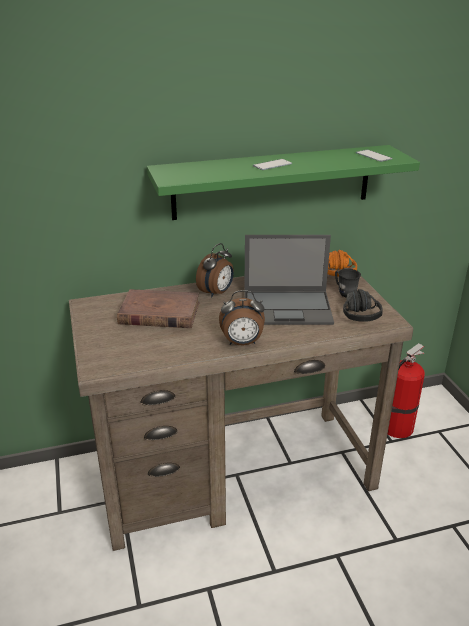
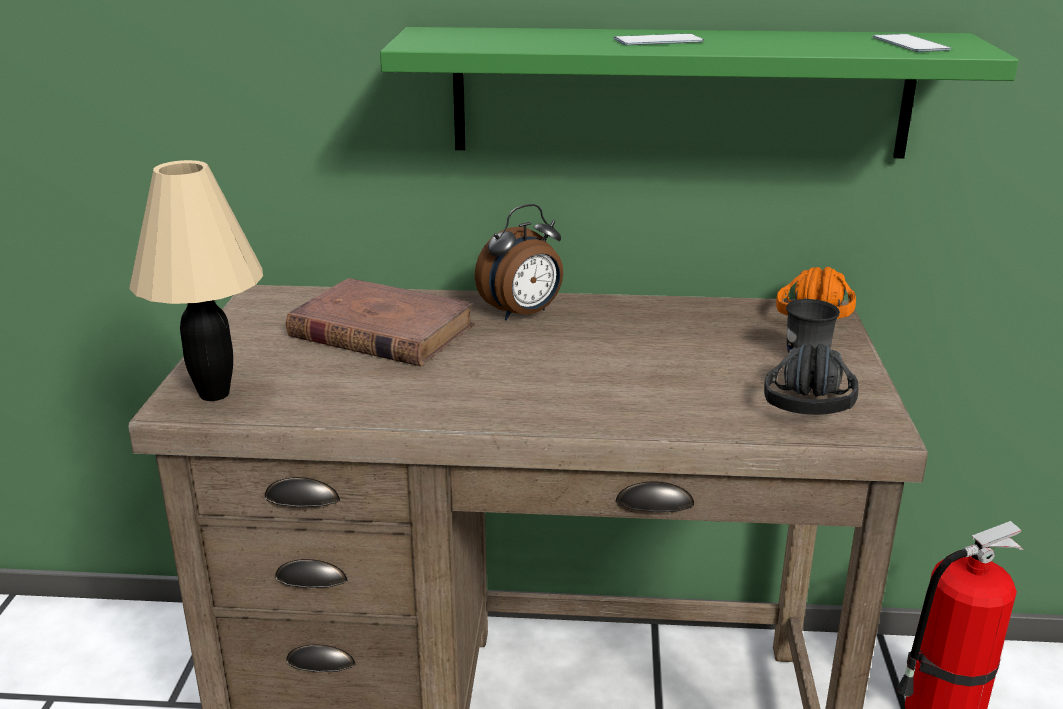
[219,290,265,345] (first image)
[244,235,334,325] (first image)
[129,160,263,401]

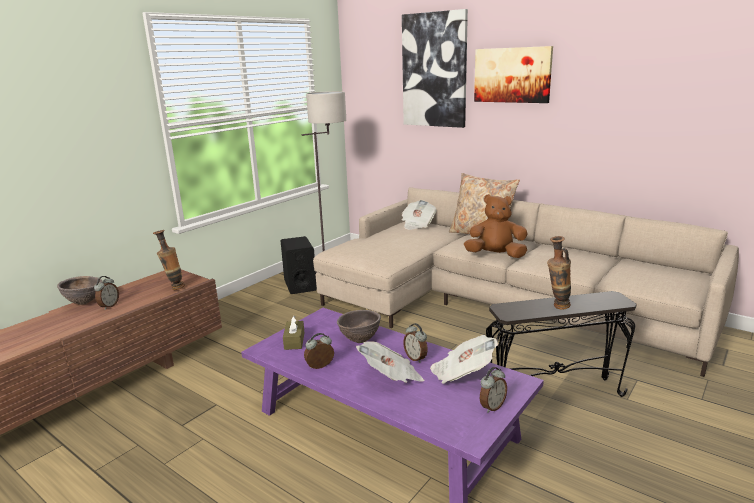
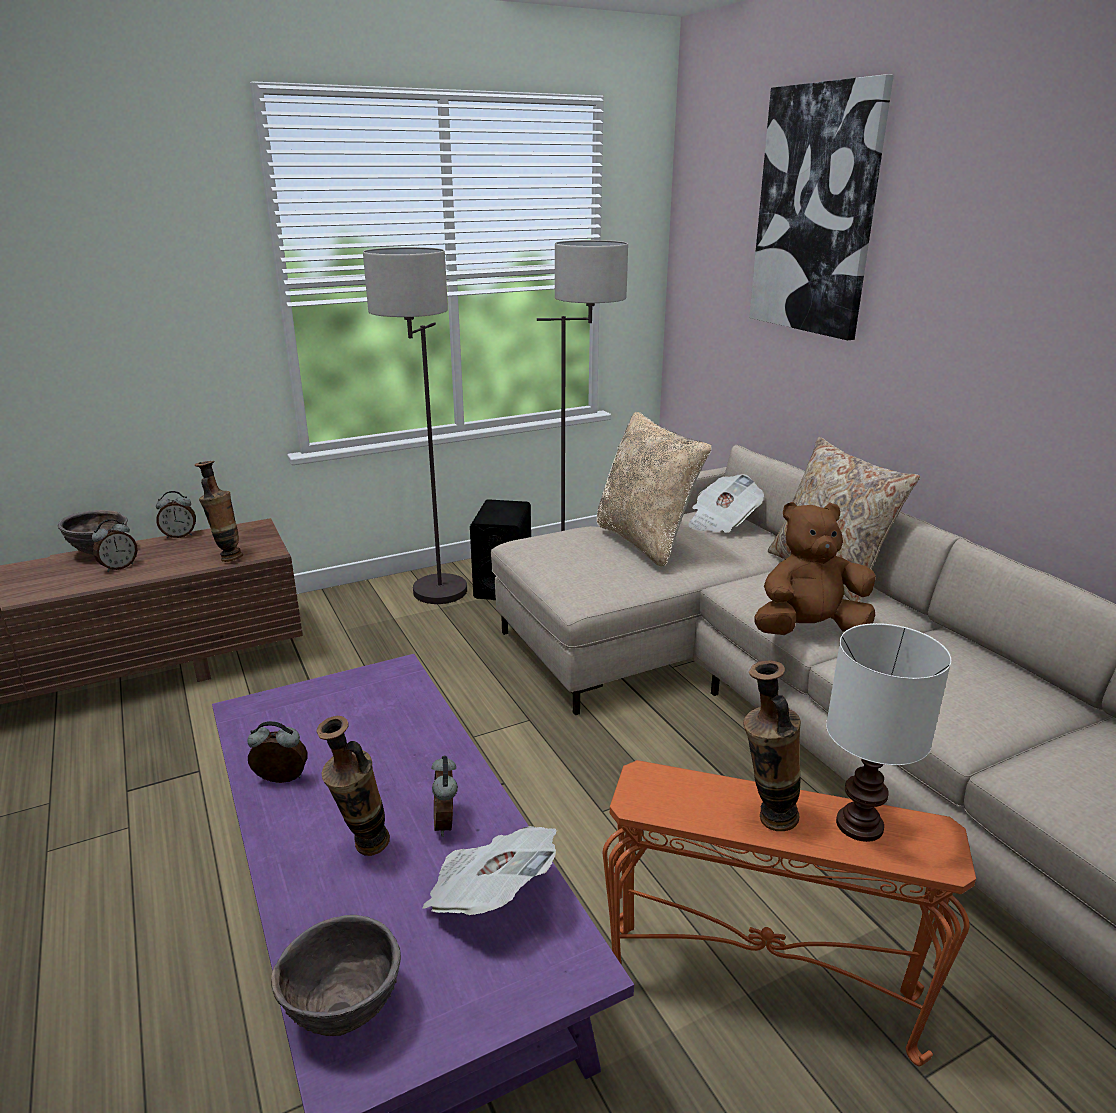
[283,316,304,350] (first image)
[474,46,553,103] (first image)
[363,247,467,604]
[597,412,712,567]
[826,623,951,842]
[271,915,401,1036]
[156,491,196,538]
[316,716,390,856]
[603,760,976,1067]
[754,502,876,635]

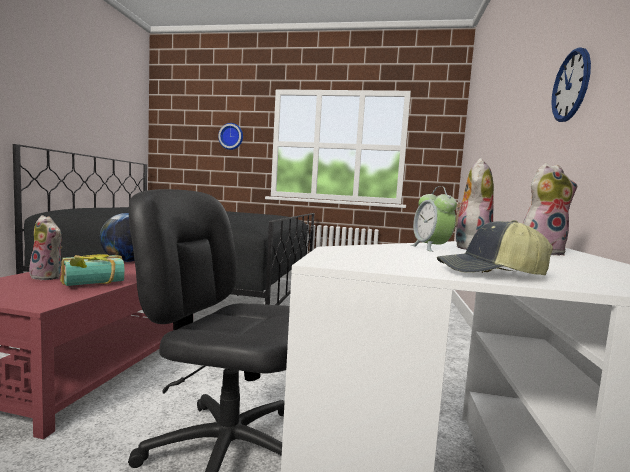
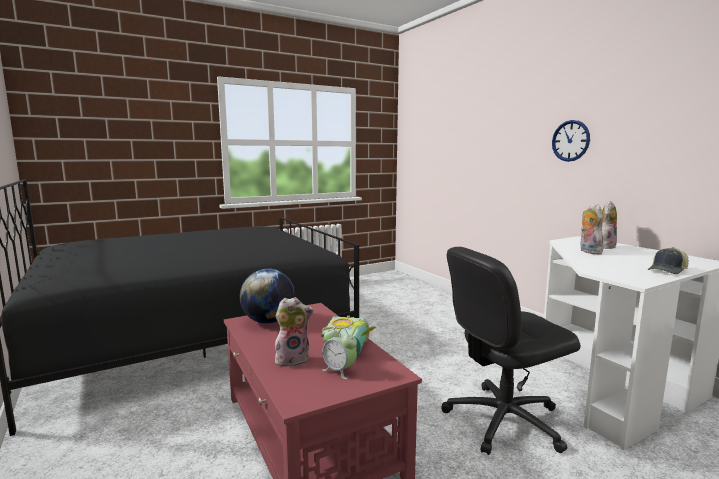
[218,123,243,150] (first image)
[322,326,357,380]

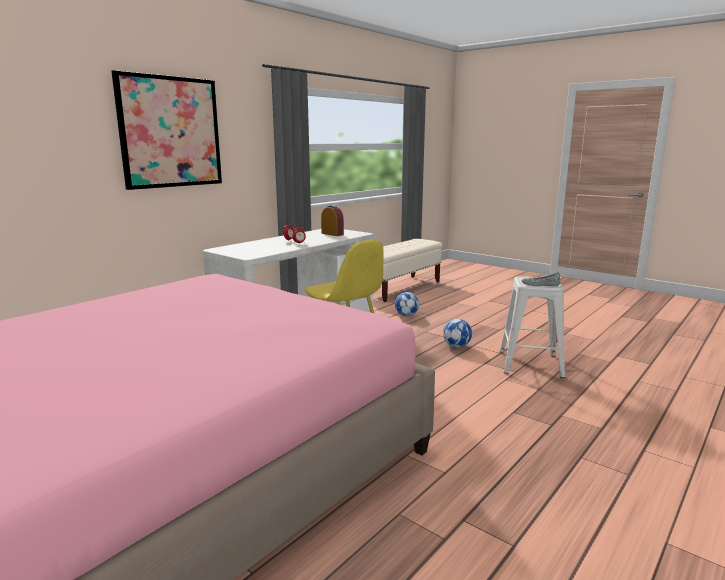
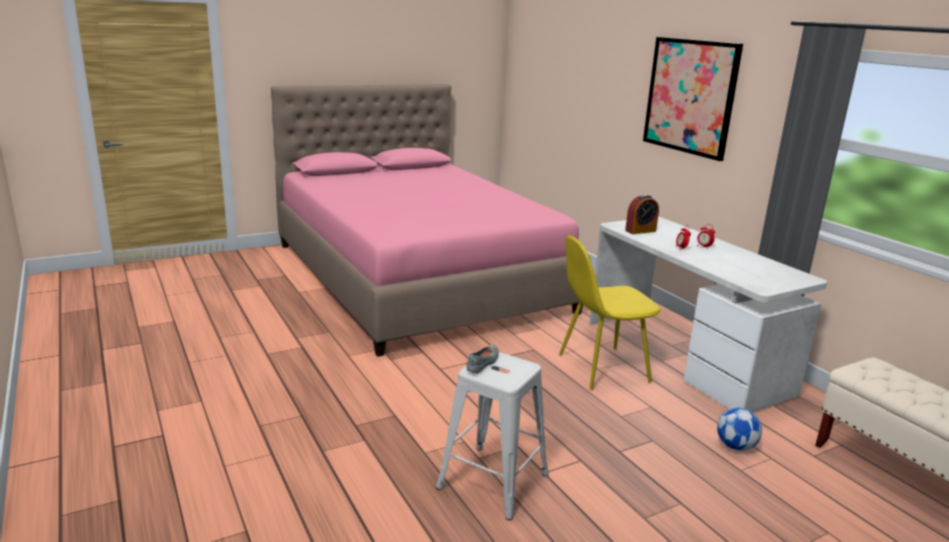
[443,319,472,347] (first image)
[625,194,659,234]

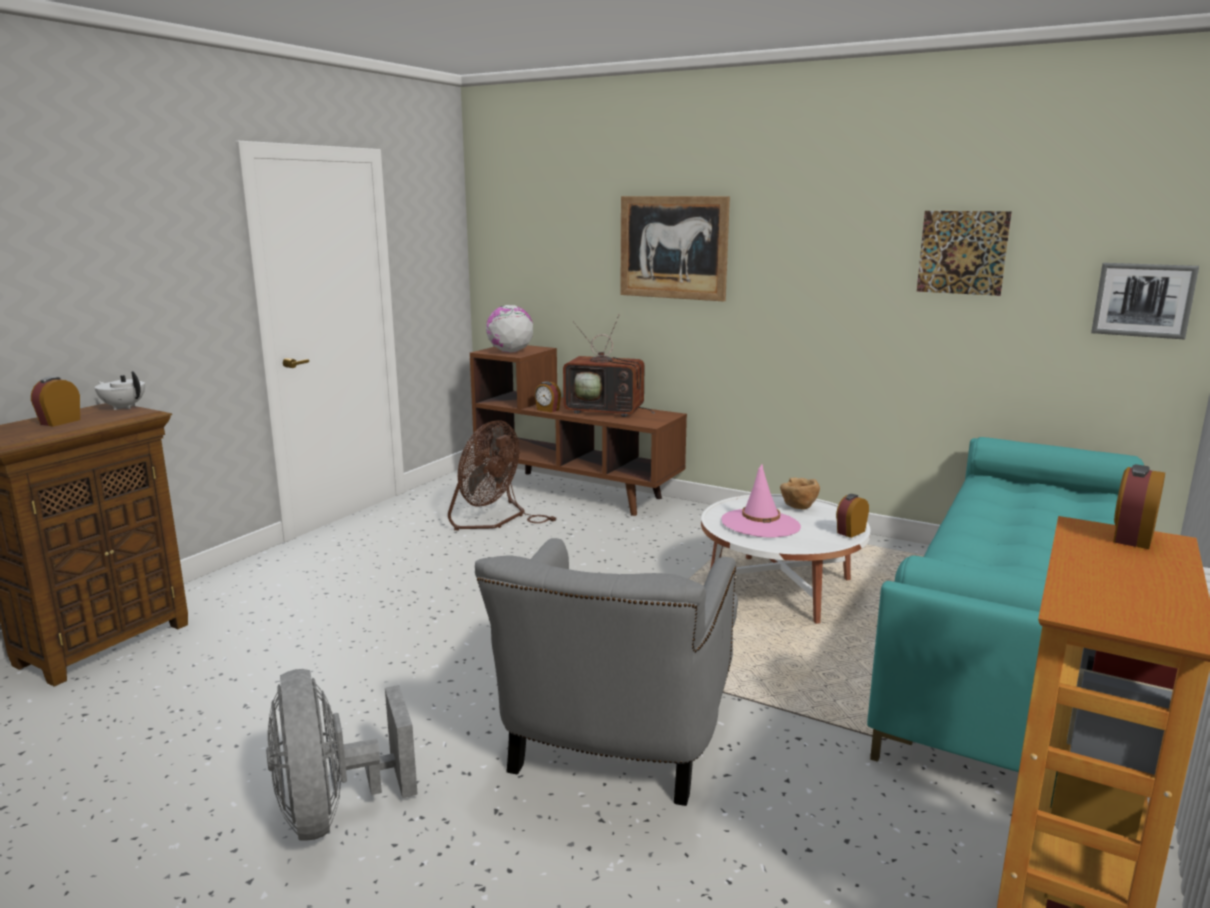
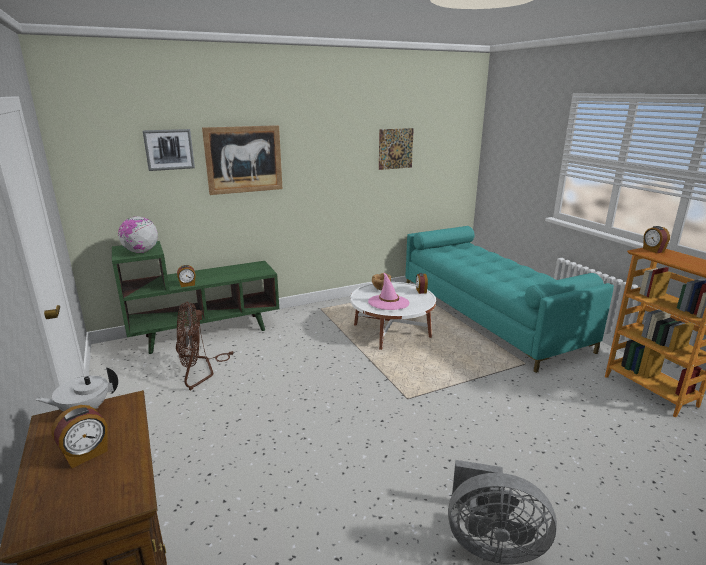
[475,538,738,806] (first image)
[563,315,655,417] (first image)
[142,129,195,171]
[112,241,279,354]
[51,405,108,468]

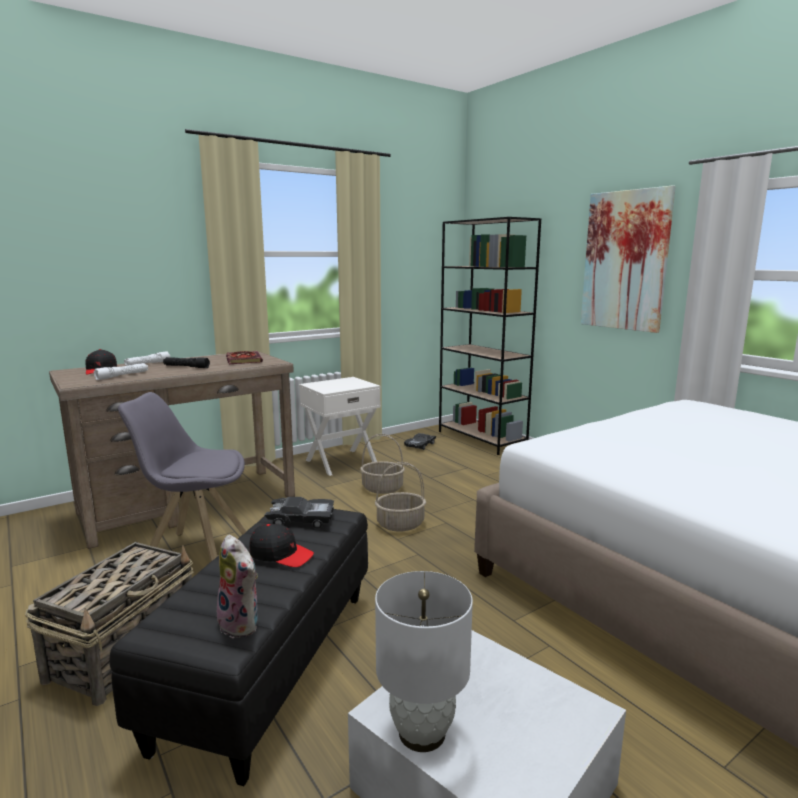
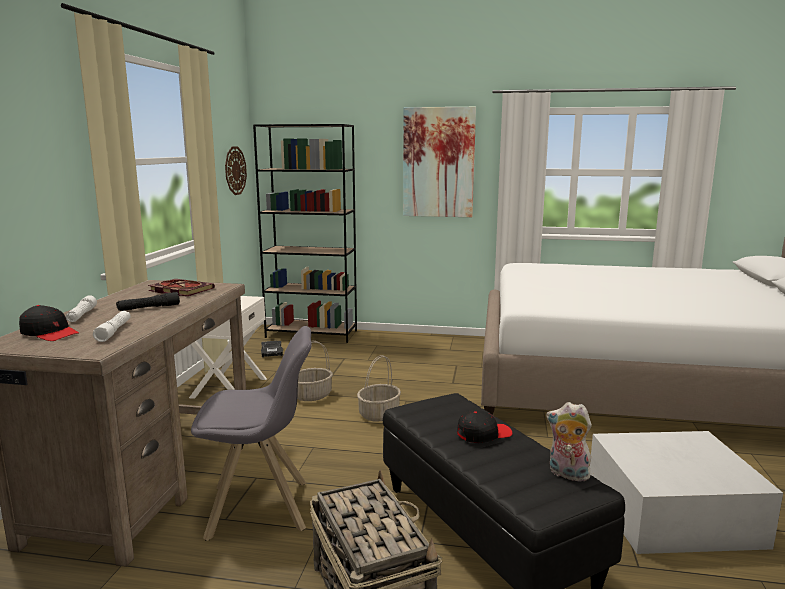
[265,497,334,528] (first image)
[375,571,473,752] (first image)
[225,146,247,195]
[191,326,312,541]
[546,402,593,482]

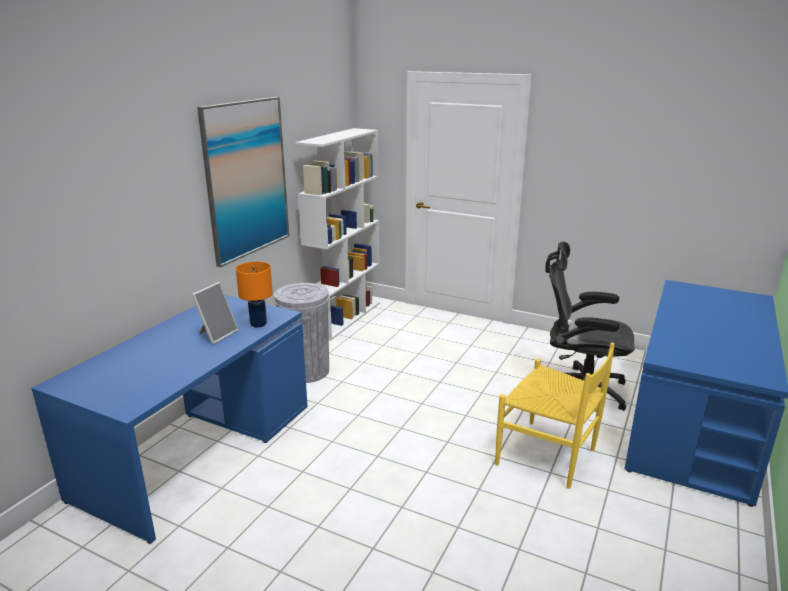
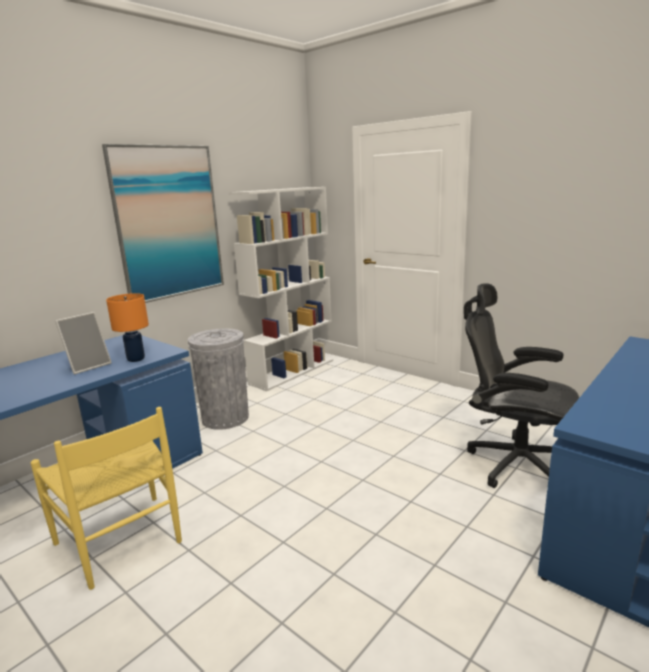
[31,407,182,590]

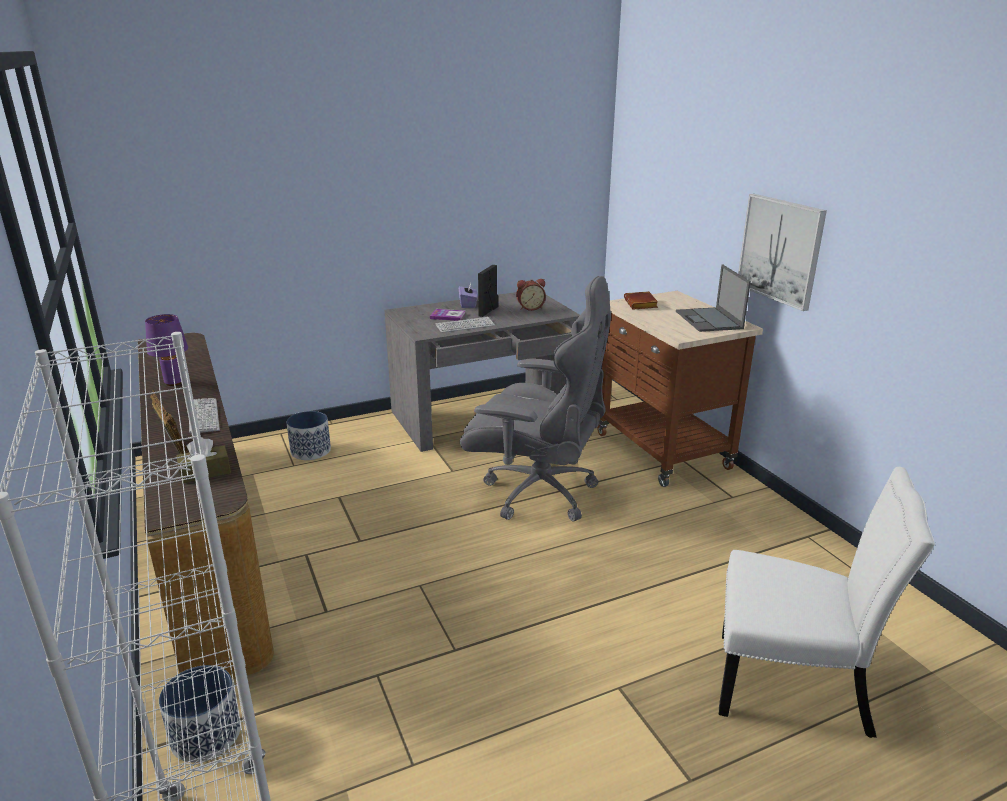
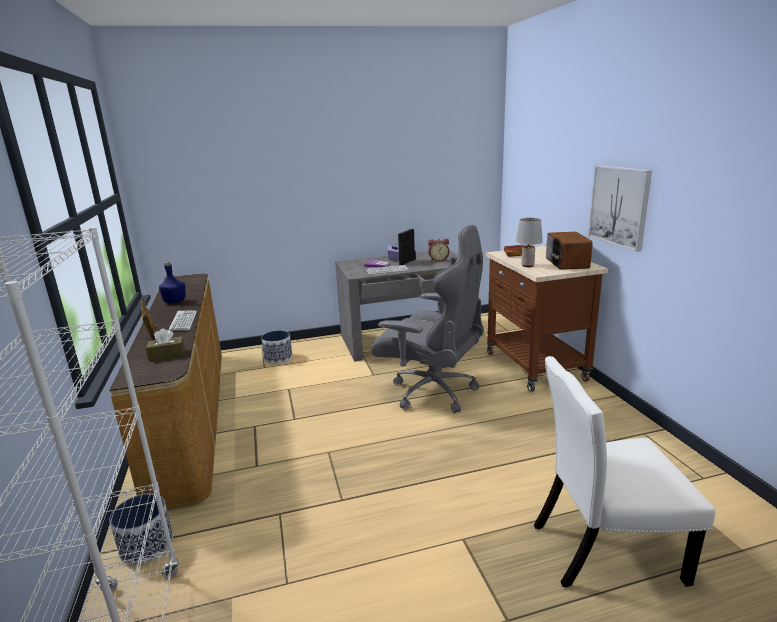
[516,218,543,267]
[159,262,186,303]
[546,232,593,270]
[534,356,716,588]

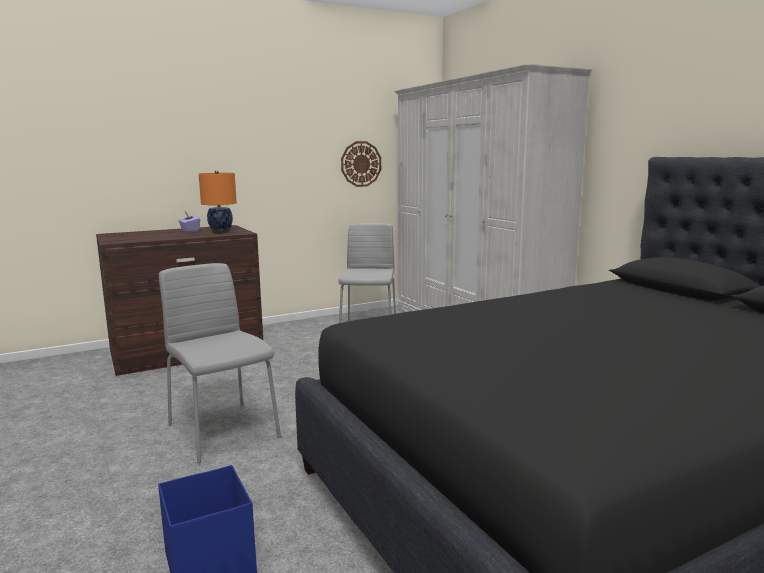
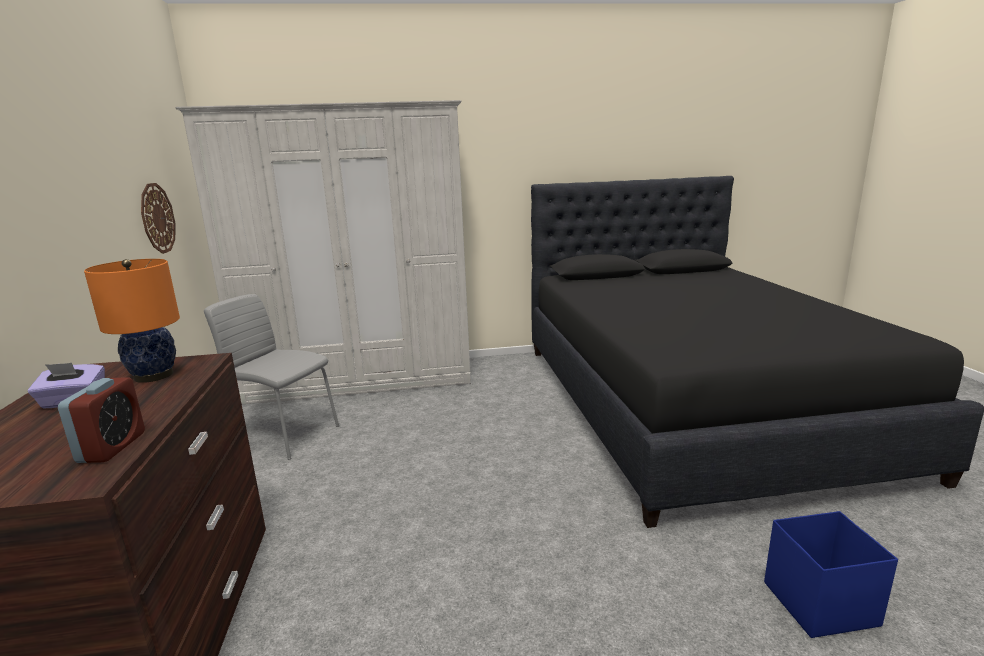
[159,263,281,463] (first image)
[58,377,145,463]

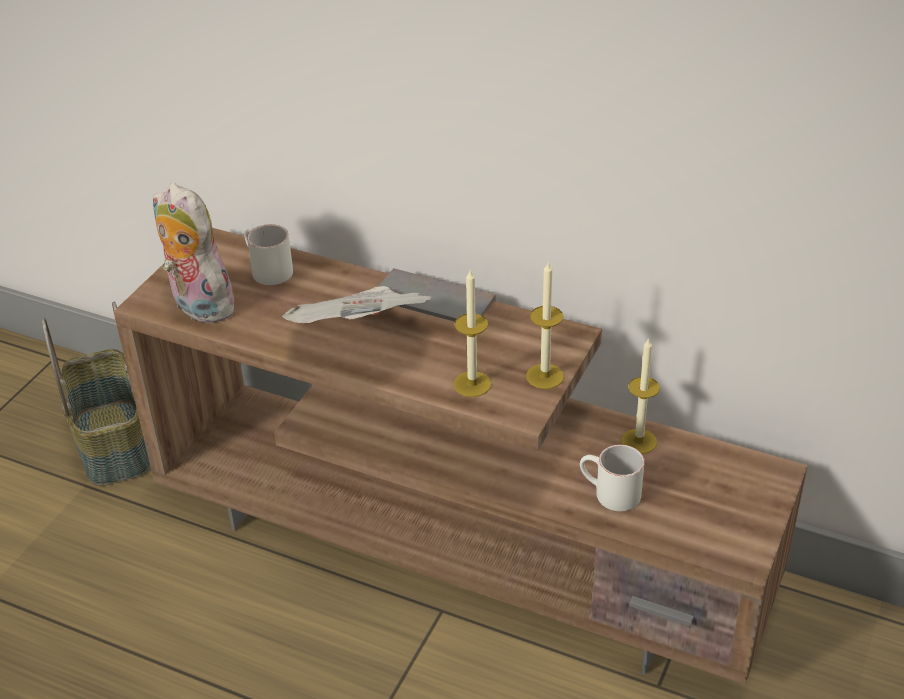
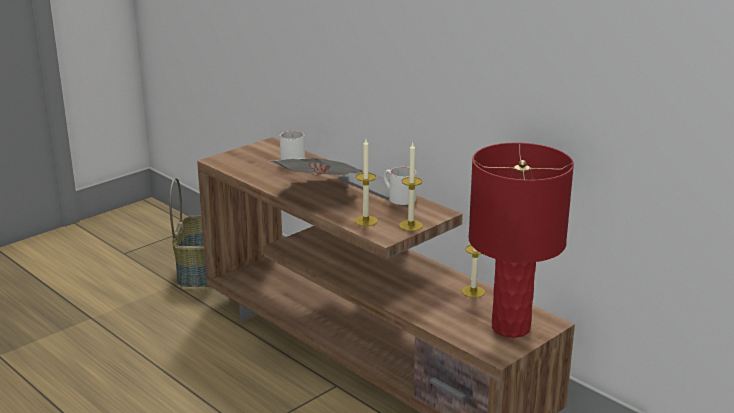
[153,183,238,323] (first image)
[468,143,574,338]
[384,167,417,205]

